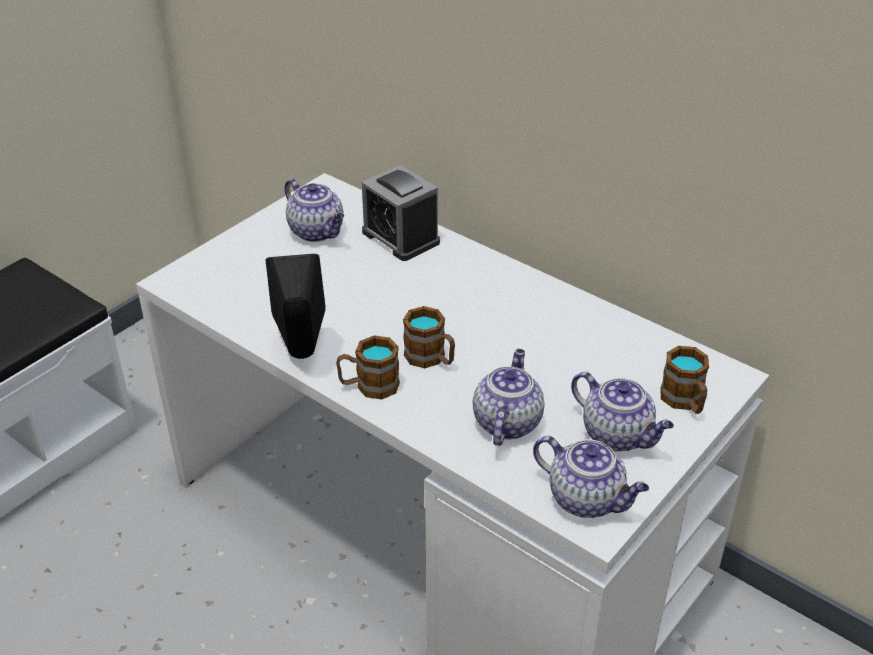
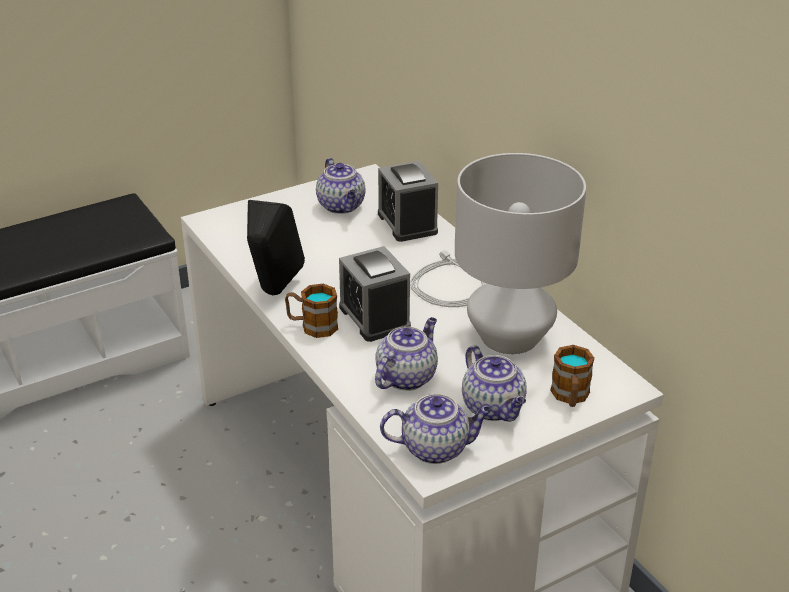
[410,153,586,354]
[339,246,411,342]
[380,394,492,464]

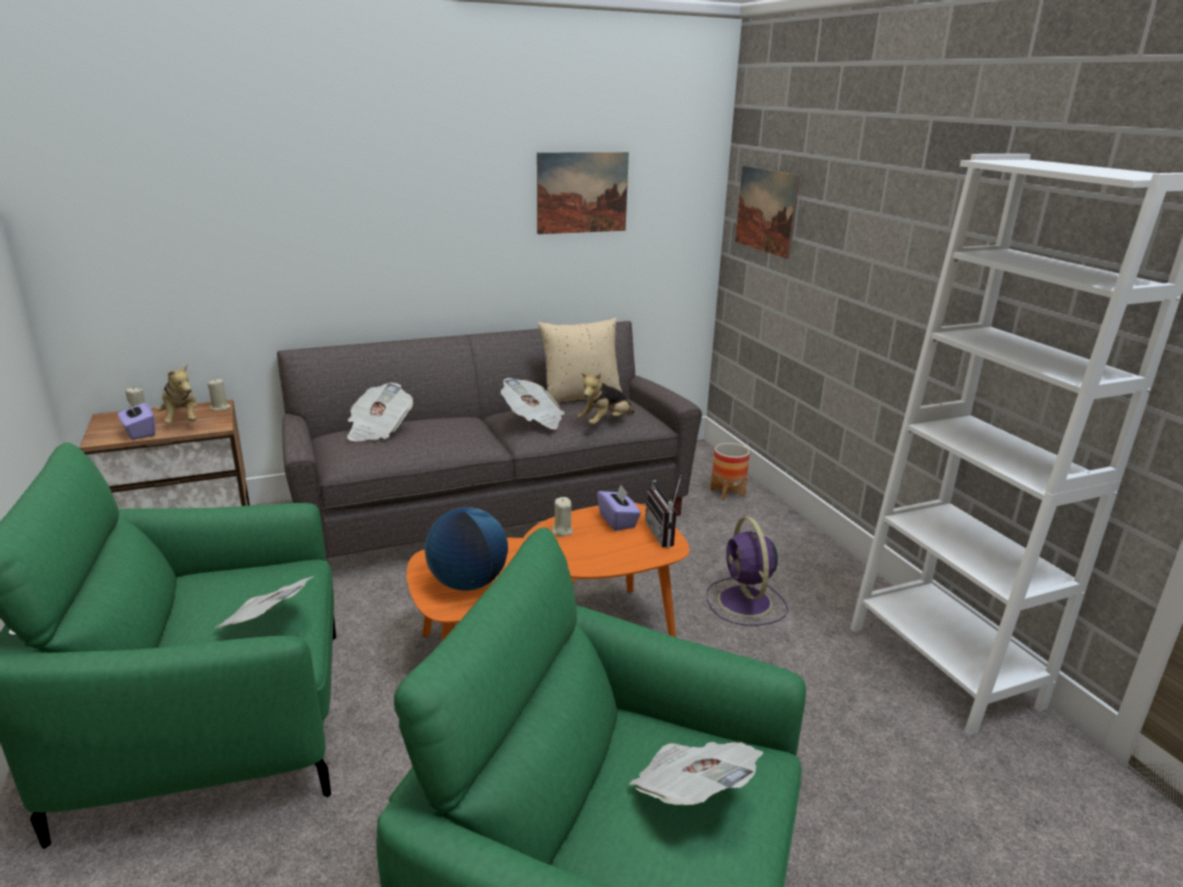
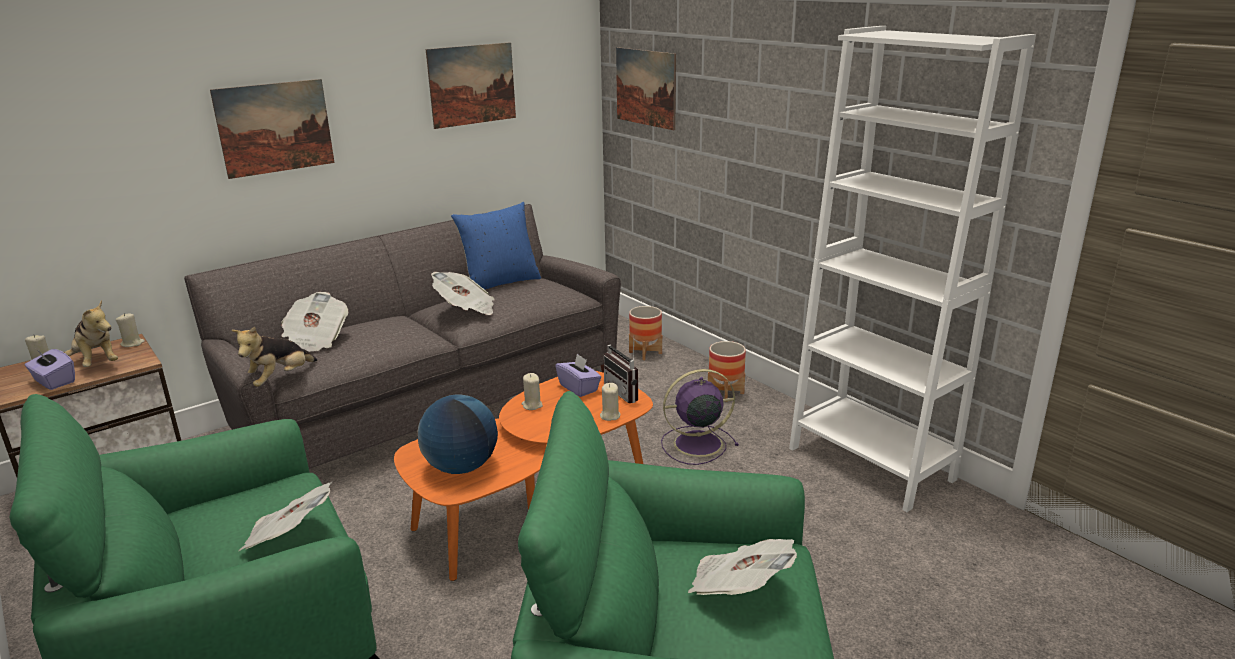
[210,79,335,179]
[600,383,620,421]
[708,341,746,399]
[231,326,317,387]
[451,202,541,290]
[661,369,739,465]

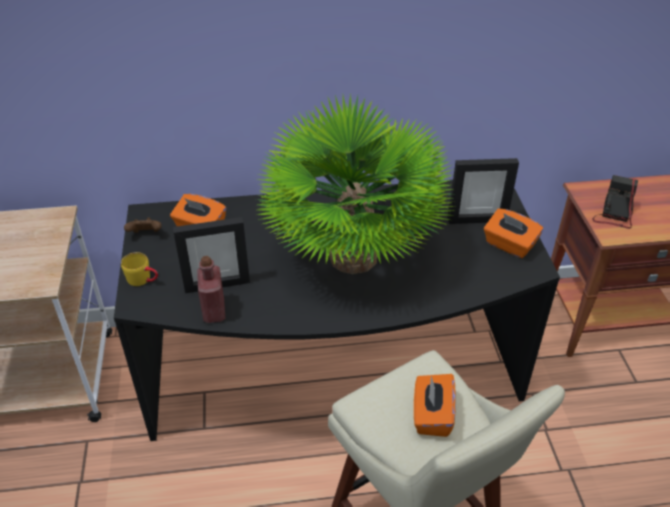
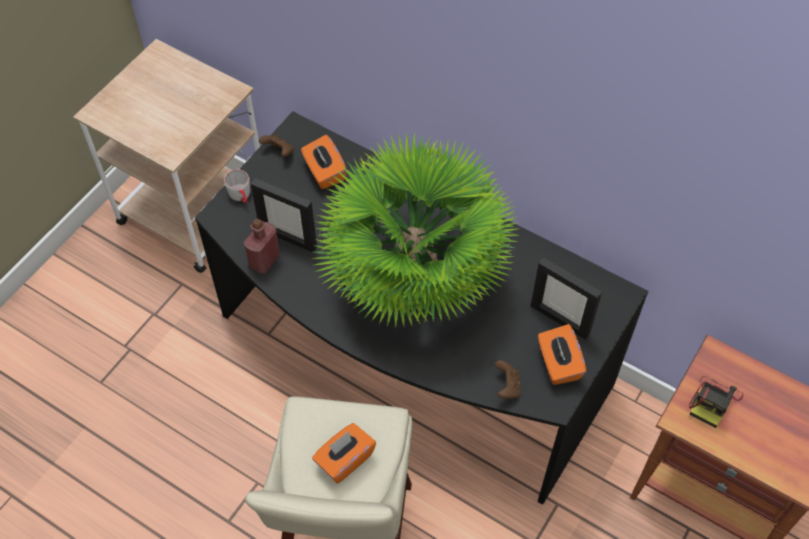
[495,360,521,399]
[224,169,250,203]
[689,376,743,428]

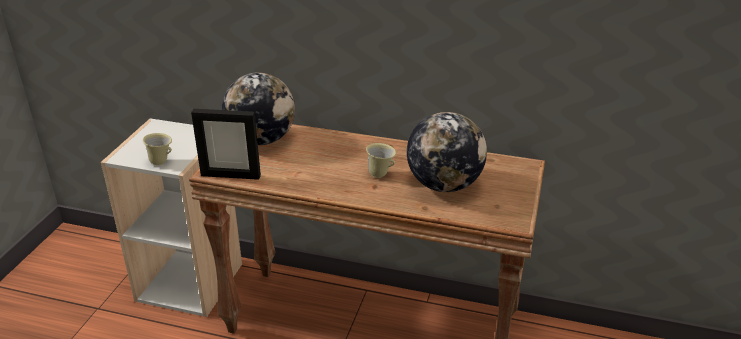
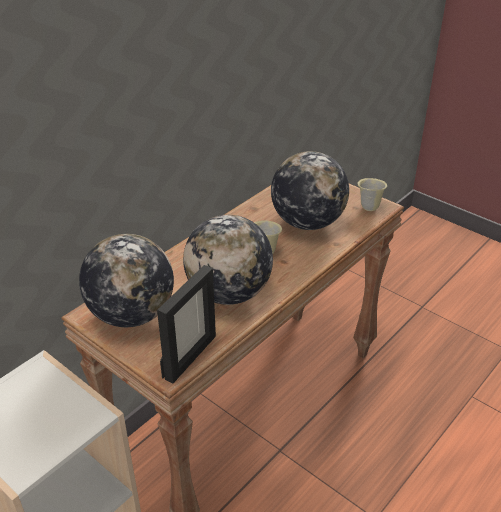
[183,215,273,305]
[357,178,387,211]

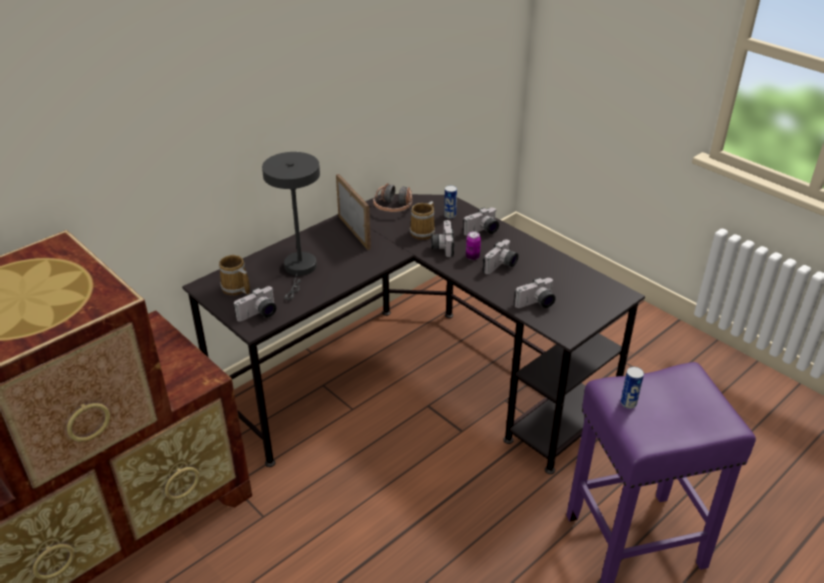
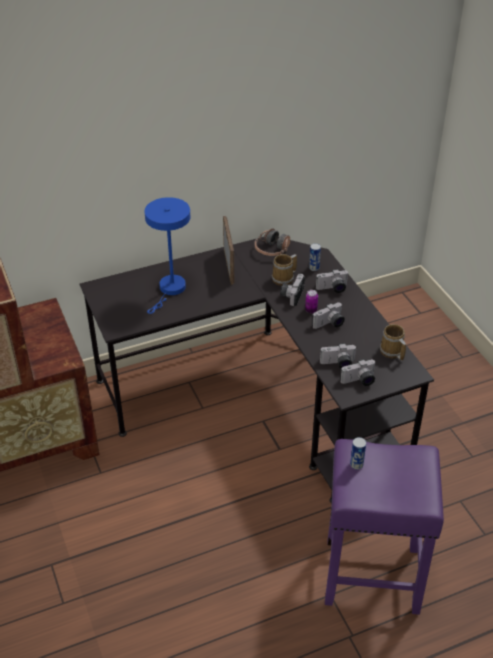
[380,324,406,360]
[340,359,375,386]
[144,197,190,314]

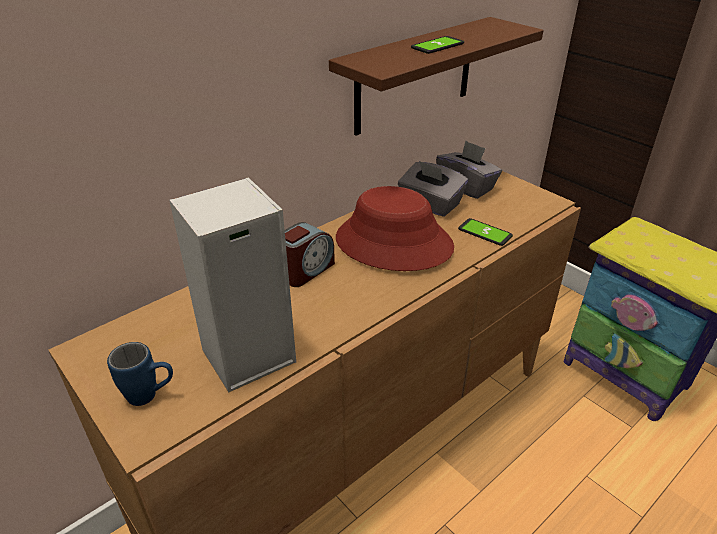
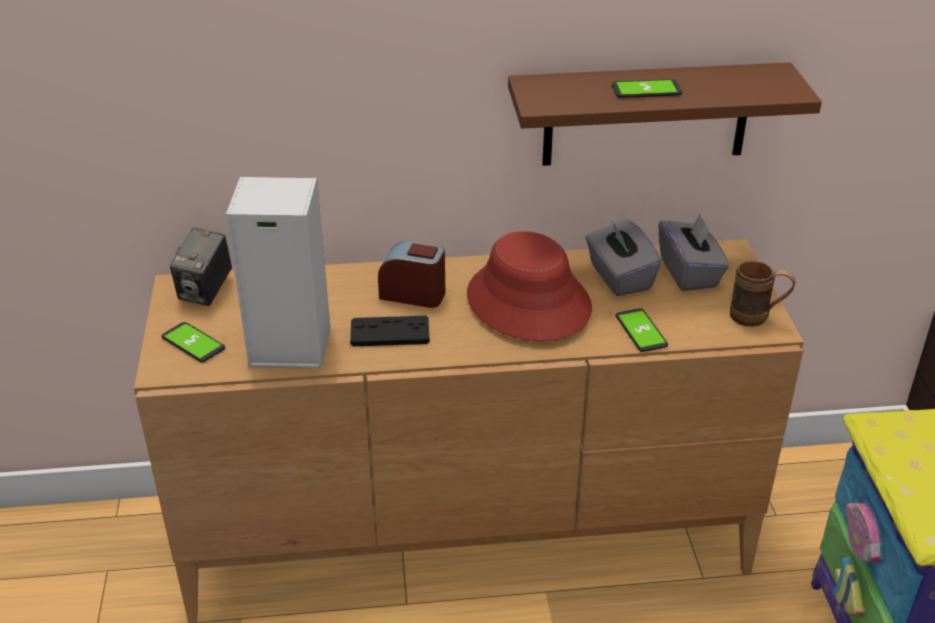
[170,228,232,306]
[350,316,430,346]
[730,260,795,327]
[161,322,225,362]
[378,241,445,308]

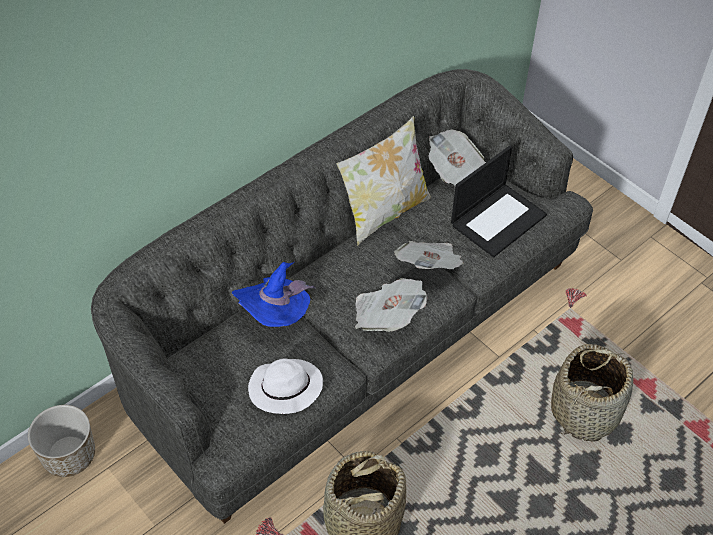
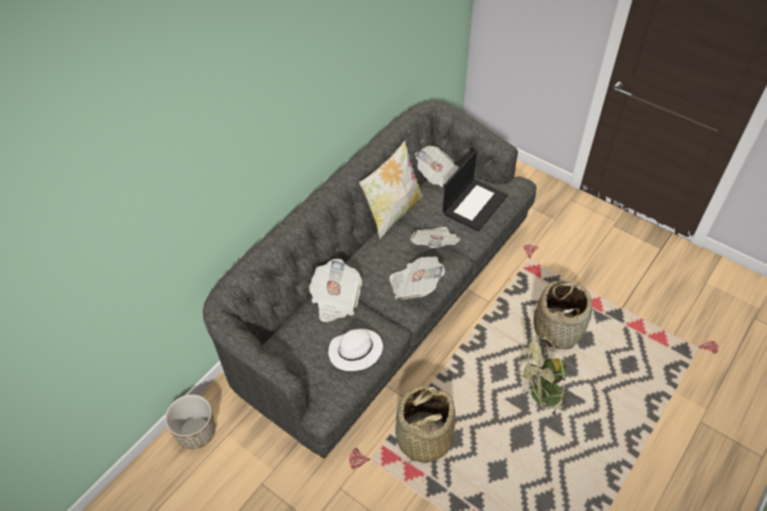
[517,336,573,416]
[309,259,362,322]

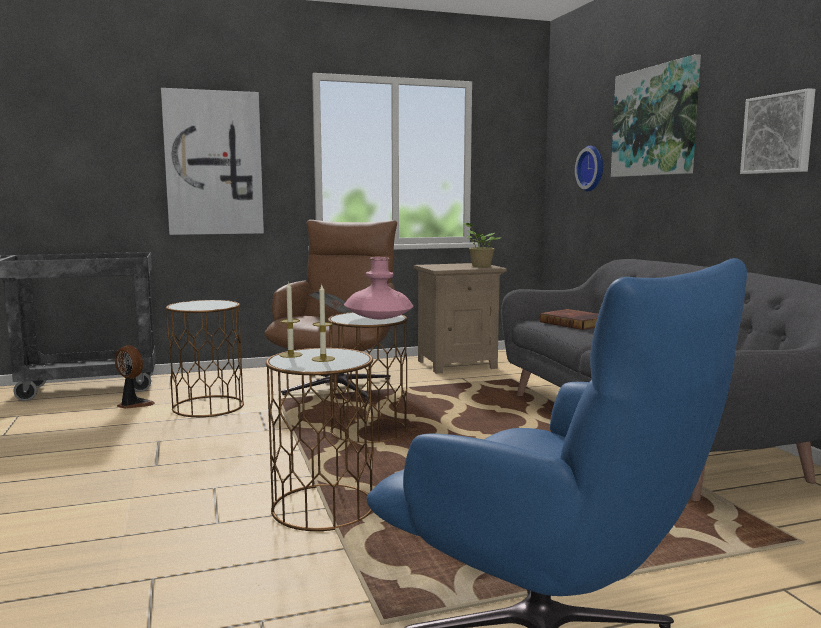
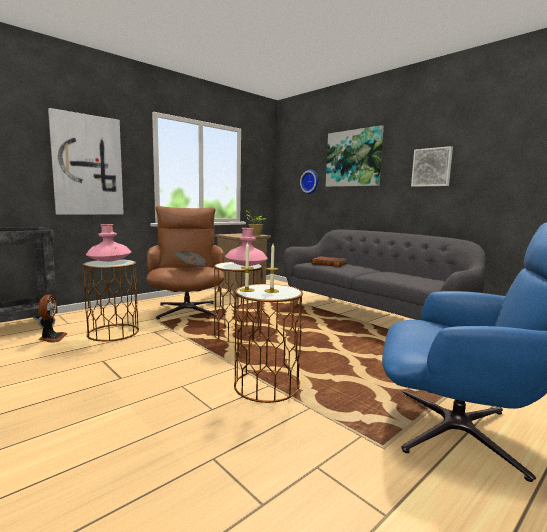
[86,224,131,262]
[38,294,67,343]

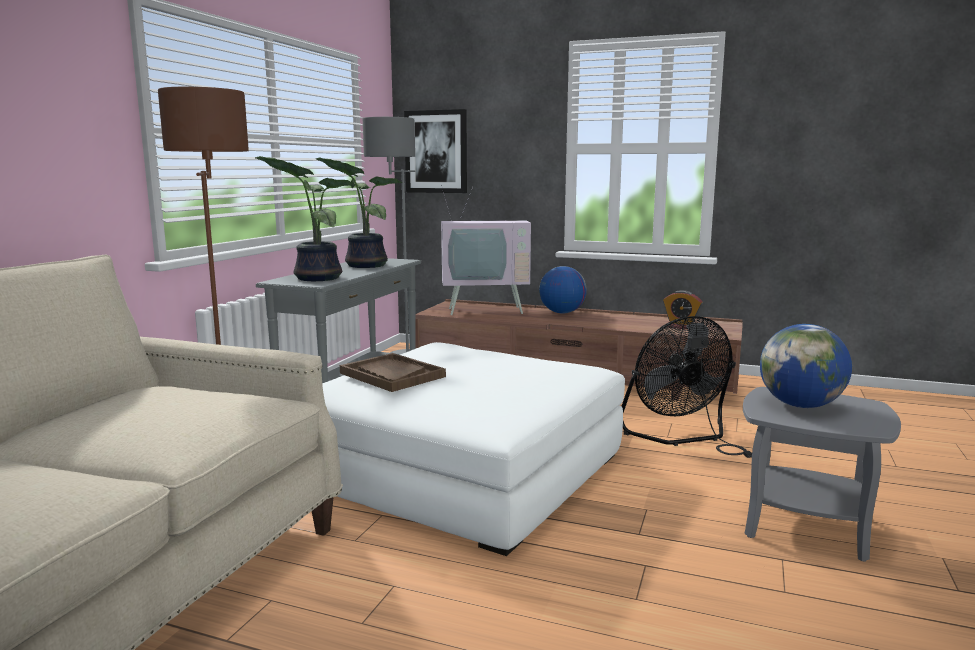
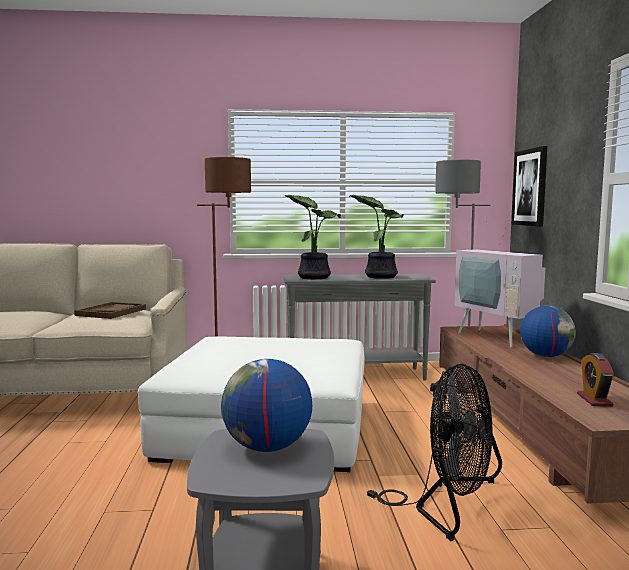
[74,302,146,319]
[366,364,502,541]

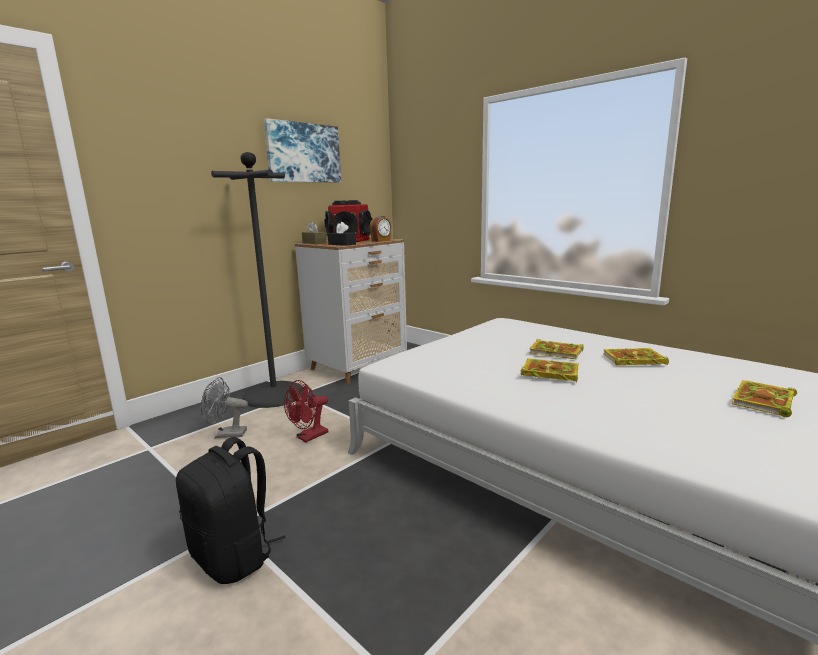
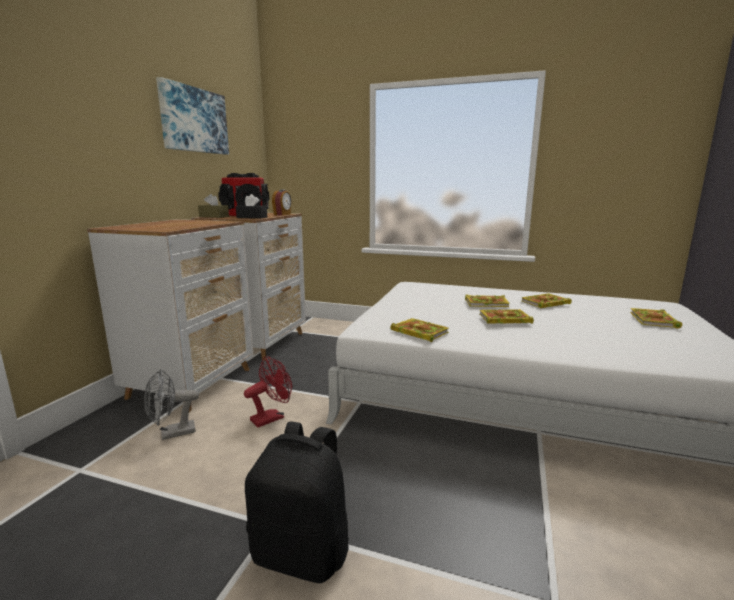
[391,318,449,342]
[87,219,254,412]
[244,356,292,428]

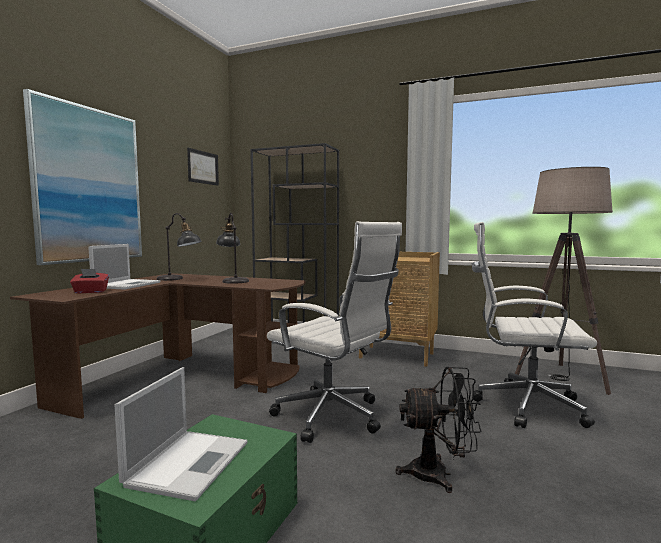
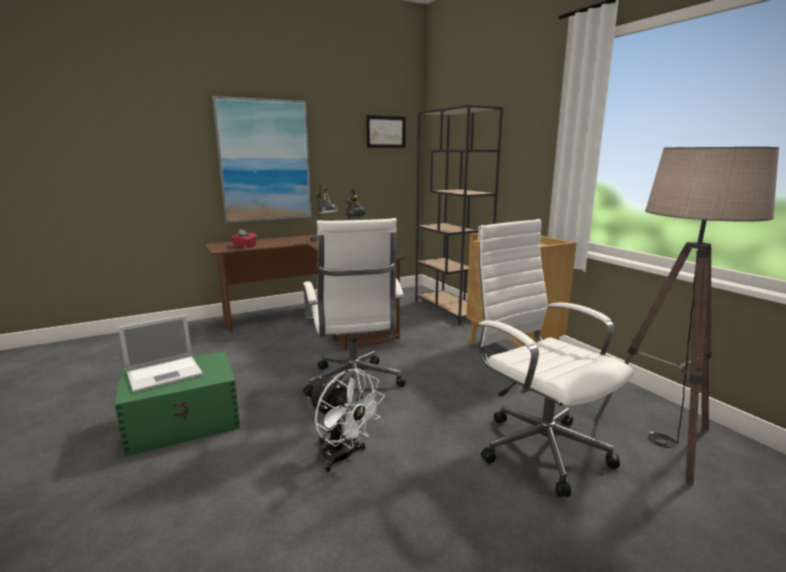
[88,244,160,290] (first image)
[308,369,385,472]

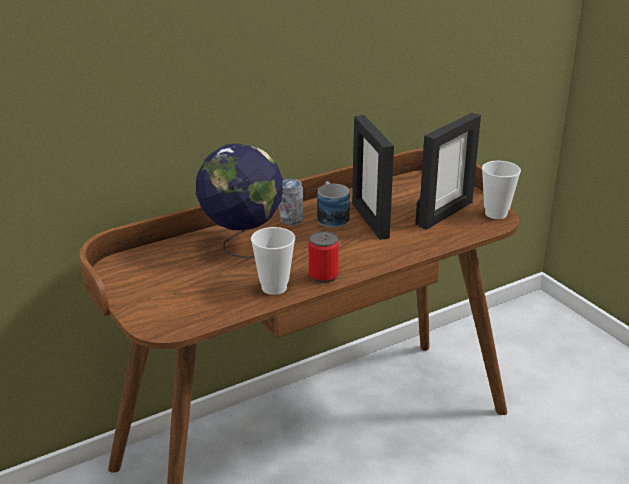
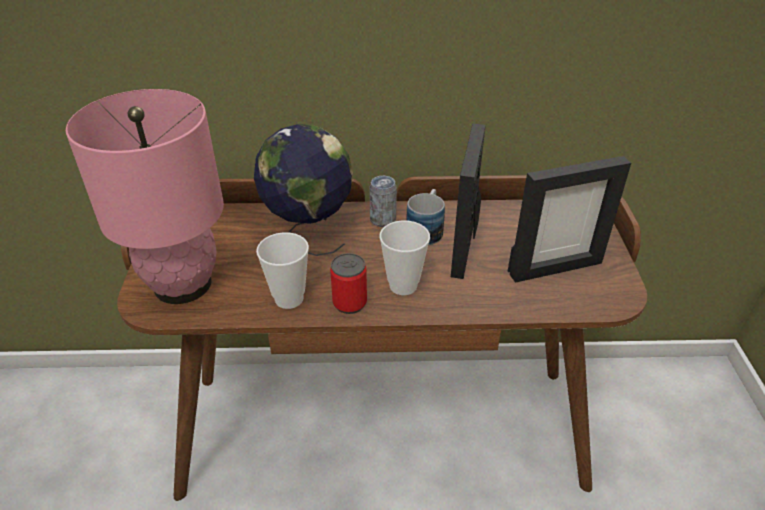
[66,89,224,304]
[379,220,430,295]

